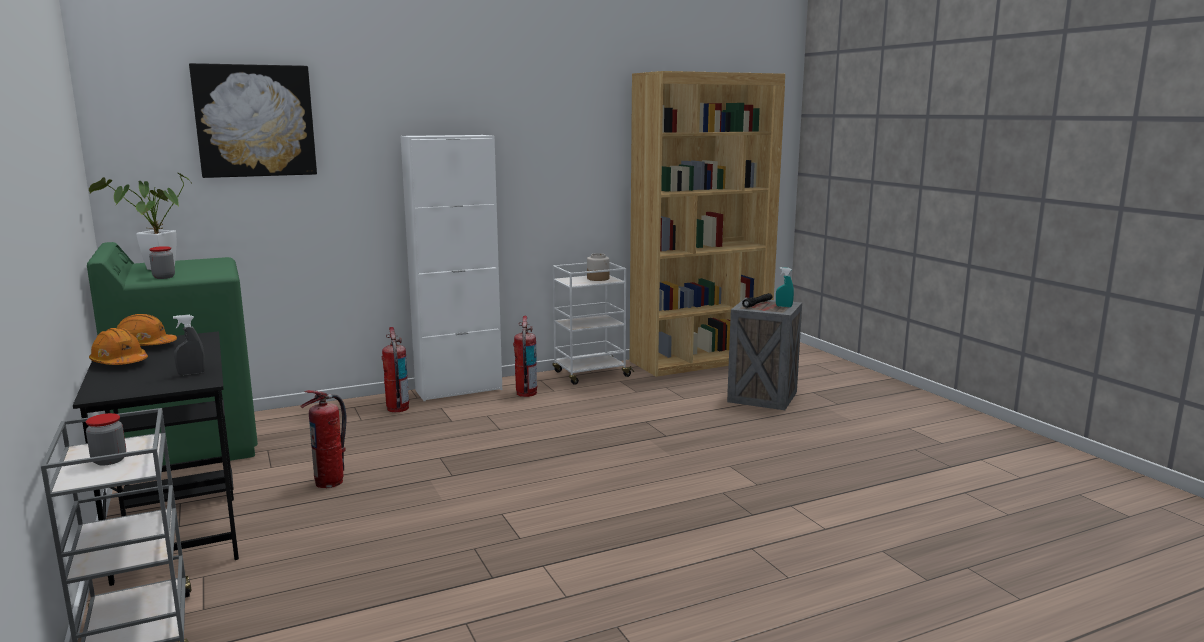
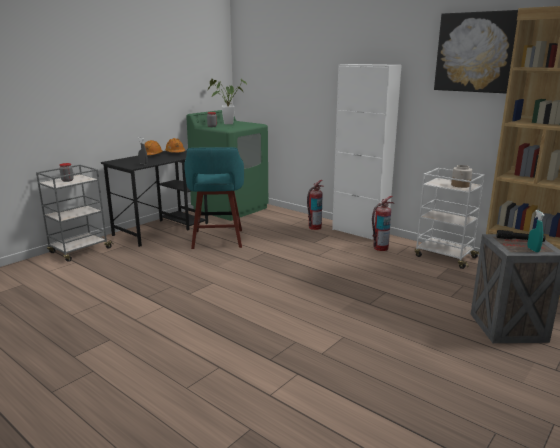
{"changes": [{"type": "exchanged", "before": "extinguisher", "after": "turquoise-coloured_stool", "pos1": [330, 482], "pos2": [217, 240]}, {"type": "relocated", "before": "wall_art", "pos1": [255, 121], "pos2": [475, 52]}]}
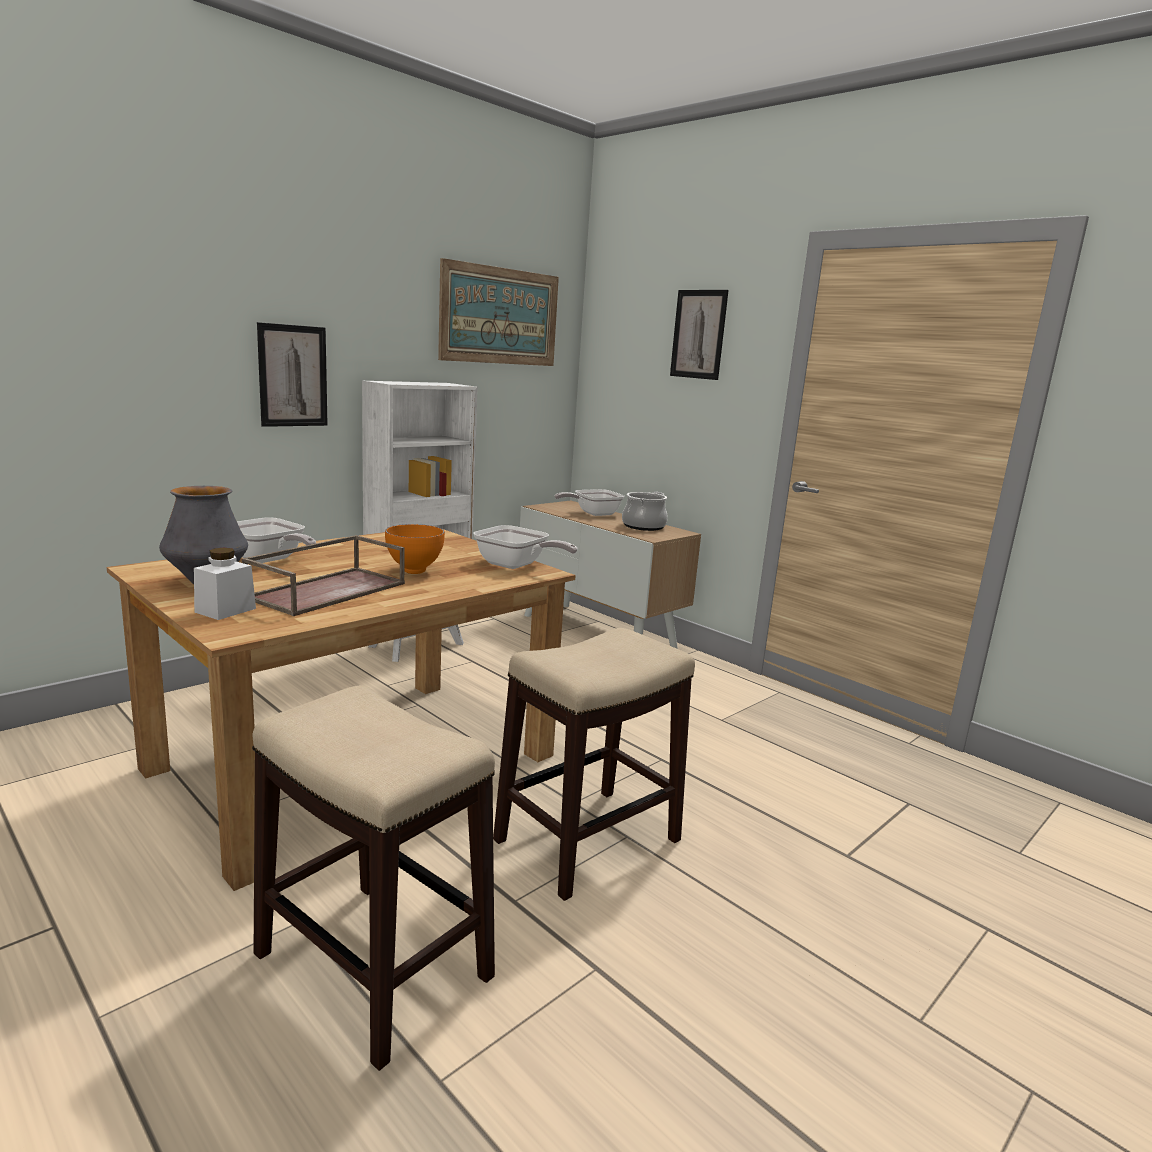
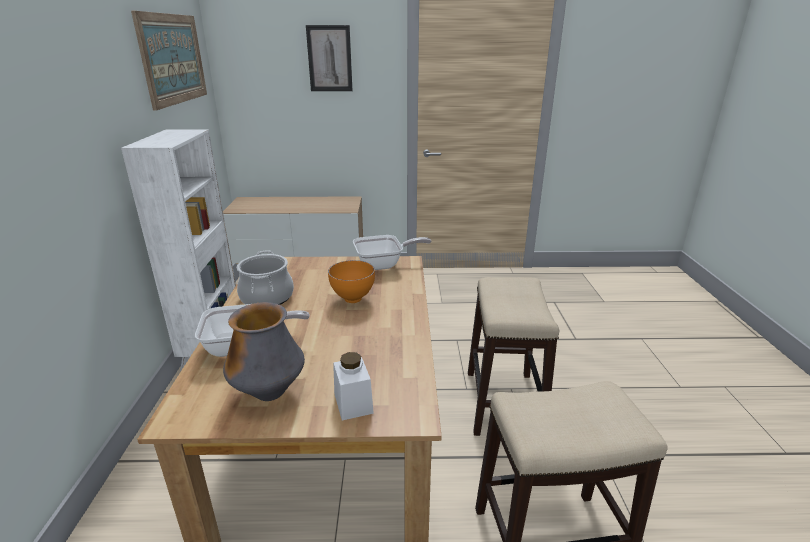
{"changes": [{"type": "relocated", "before": "stockpot", "pos1": [643, 526], "pos2": [267, 297]}, {"type": "missing", "before": "brown_tray", "pos1": [328, 590]}, {"type": "missing", "before": "wall_art", "pos1": [293, 376]}, {"type": "missing", "before": "pan", "pos1": [593, 514]}]}
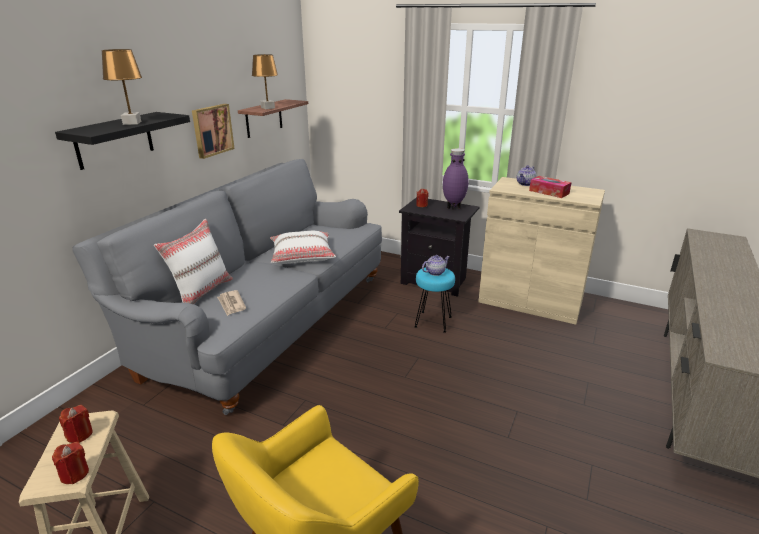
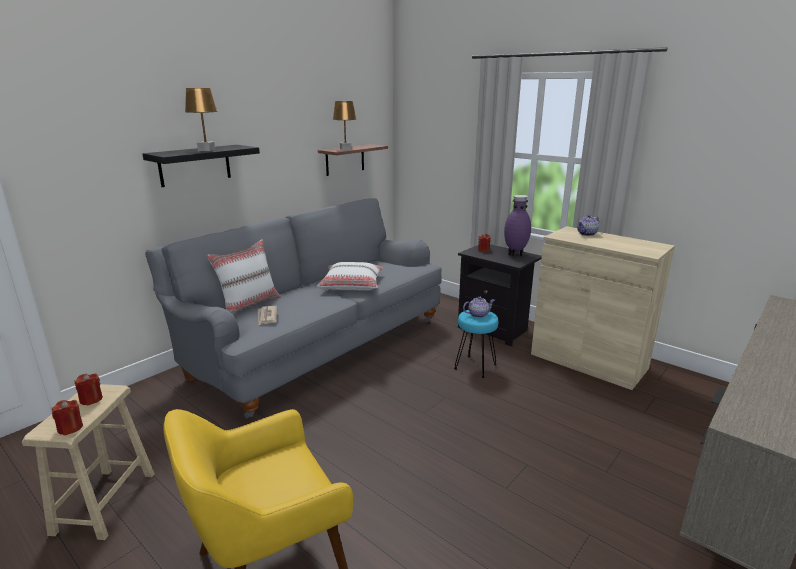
{"changes": [{"type": "missing", "before": "wall_art", "pos1": [212, 130]}, {"type": "missing", "before": "tissue_box", "pos1": [549, 192]}]}
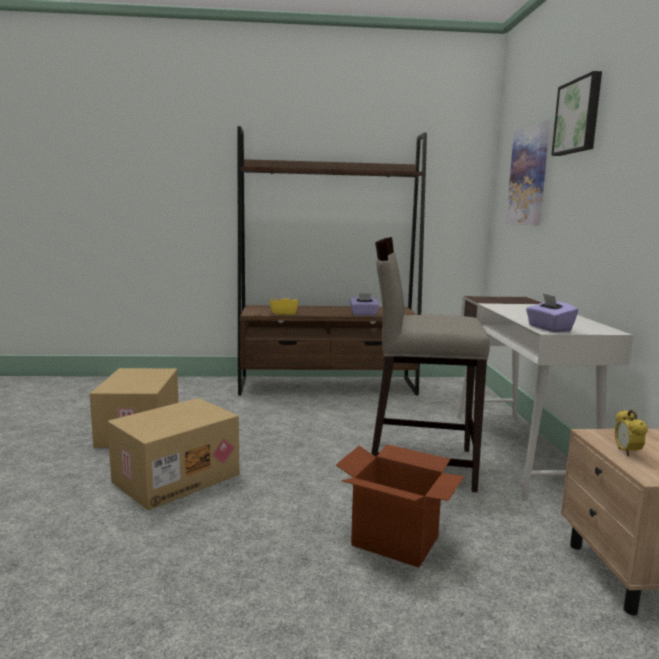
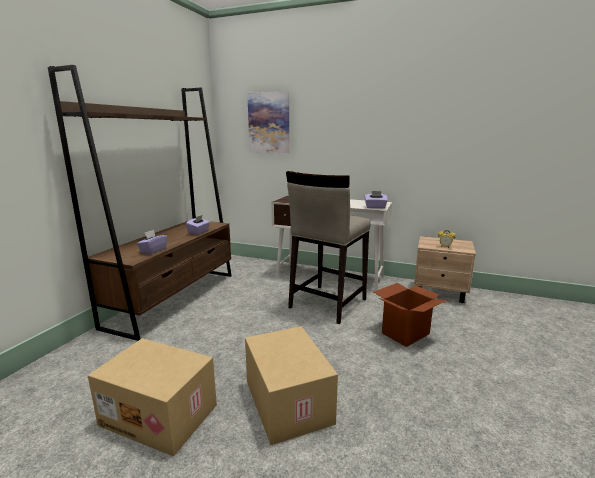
{"changes": [{"type": "colour", "before": "yellow_tissue_box", "after": "purplish_tissue_box", "pos1": [284, 313], "pos2": [153, 250]}, {"type": "missing", "before": "wall_art", "pos1": [579, 116]}]}
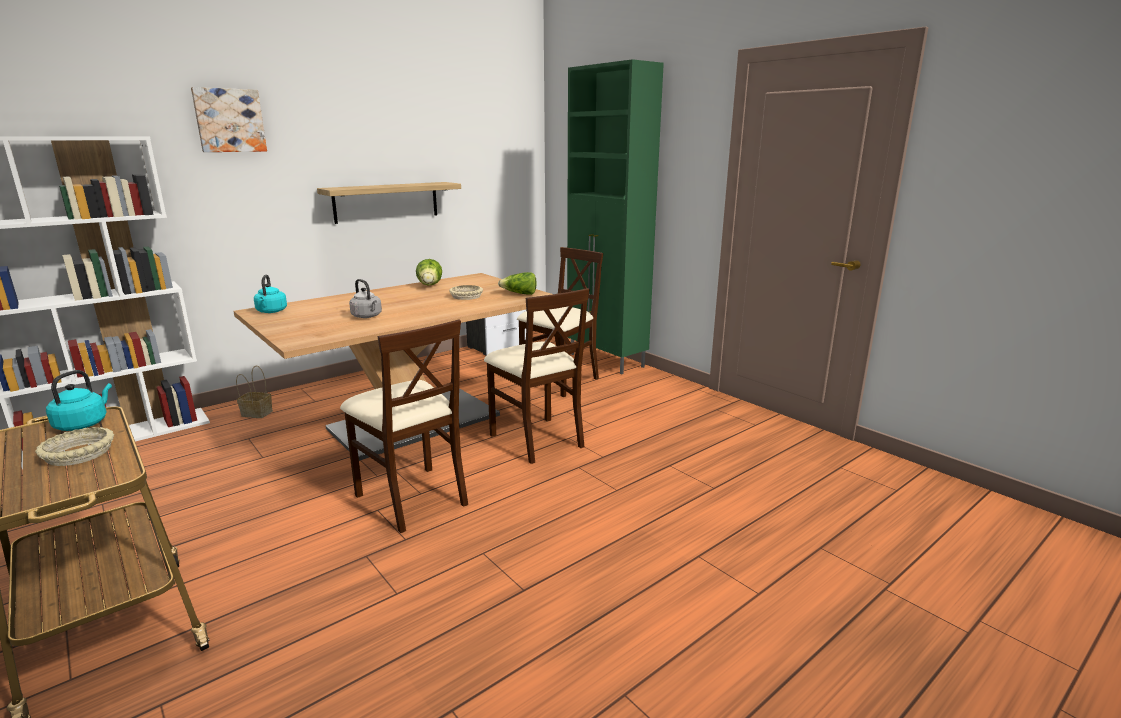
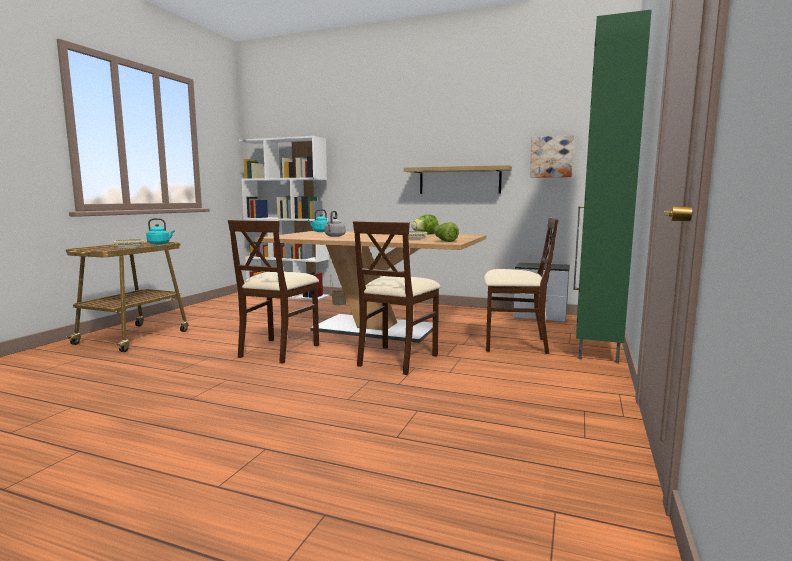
{"changes": [{"type": "relocated", "before": "wall_art", "pos1": [229, 120], "pos2": [551, 157]}]}
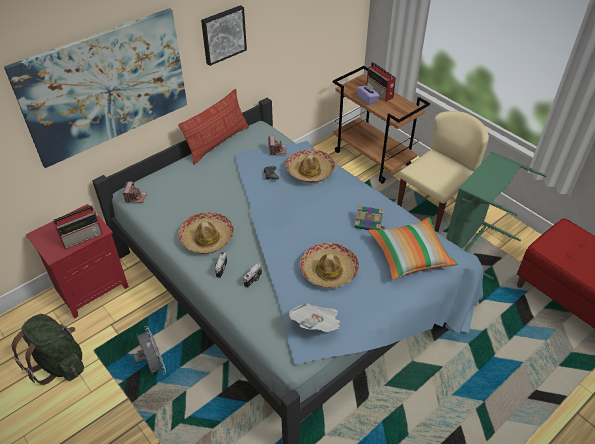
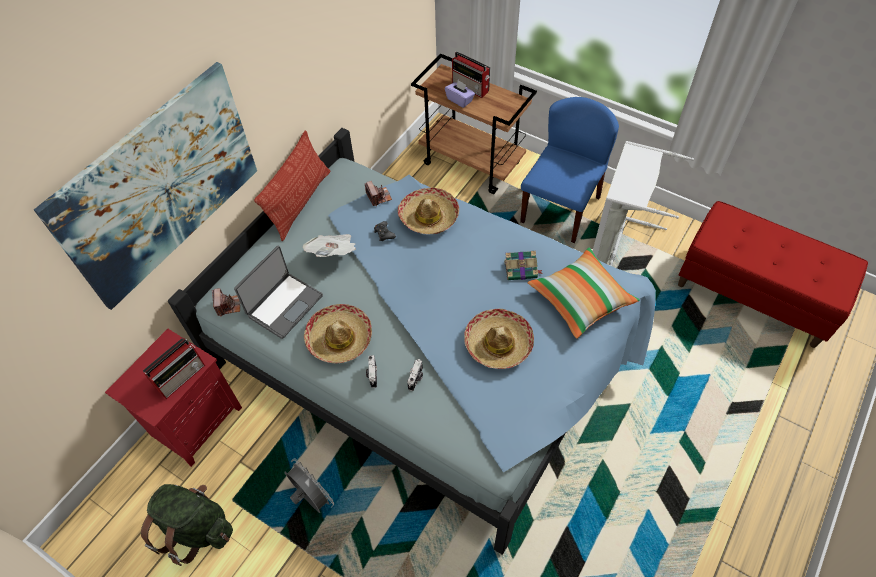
{"changes": [{"type": "appeared", "after": "notebook_computer", "pos2": [284, 305]}, {"type": "relocated", "before": "printed_paper", "pos1": [317, 325], "pos2": [333, 253]}, {"type": "colour", "before": "beige-coloured_plain_chair", "after": "blue-coloured_plain_chair", "pos1": [433, 206], "pos2": [560, 209]}, {"type": "colour", "before": "green-coloured_laundry_basket", "after": "grey_laundry_basket", "pos1": [473, 243], "pos2": [617, 245]}, {"type": "missing", "before": "wall_art", "pos1": [223, 34]}]}
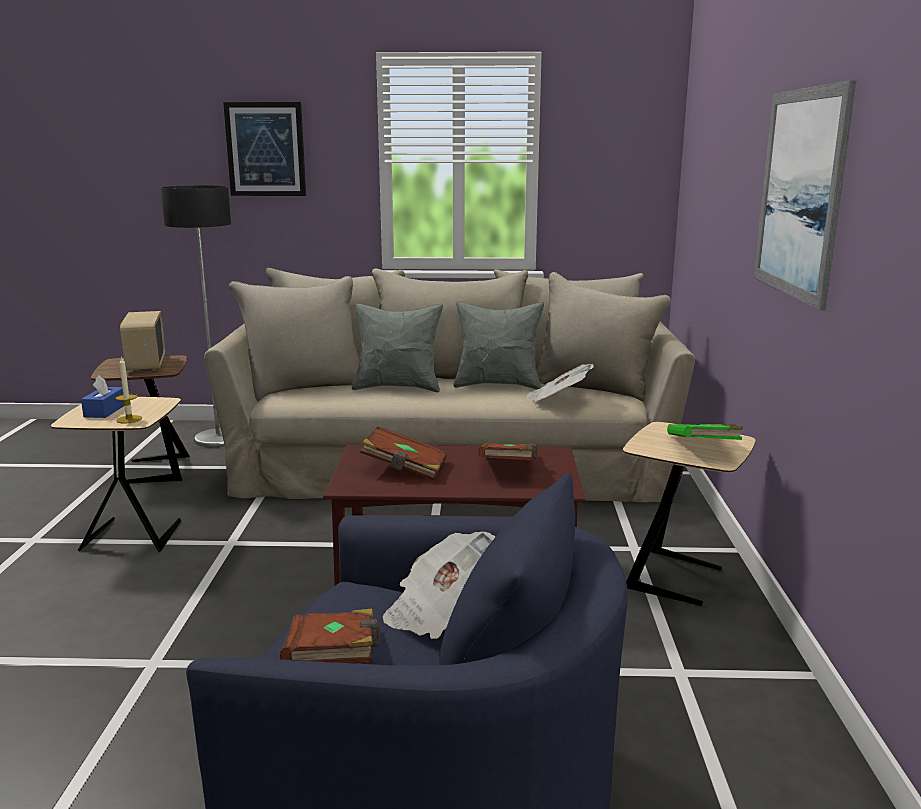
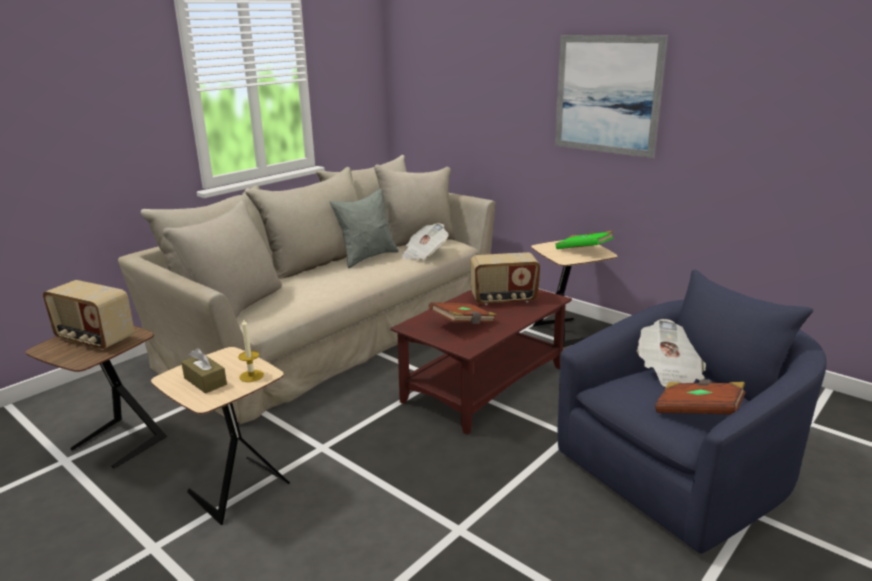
{"changes": [{"type": "colour", "before": "blue-coloured_tissue_box", "after": "brown_tissue_box", "pos1": [105, 411], "pos2": [205, 381]}, {"type": "exchanged", "before": "brown_book", "after": "radio", "pos1": [508, 467], "pos2": [504, 299]}, {"type": "missing", "before": "floor_lamp", "pos1": [218, 439]}, {"type": "missing", "before": "wall_art", "pos1": [266, 149]}, {"type": "missing", "before": "grey_cushion", "pos1": [398, 387]}]}
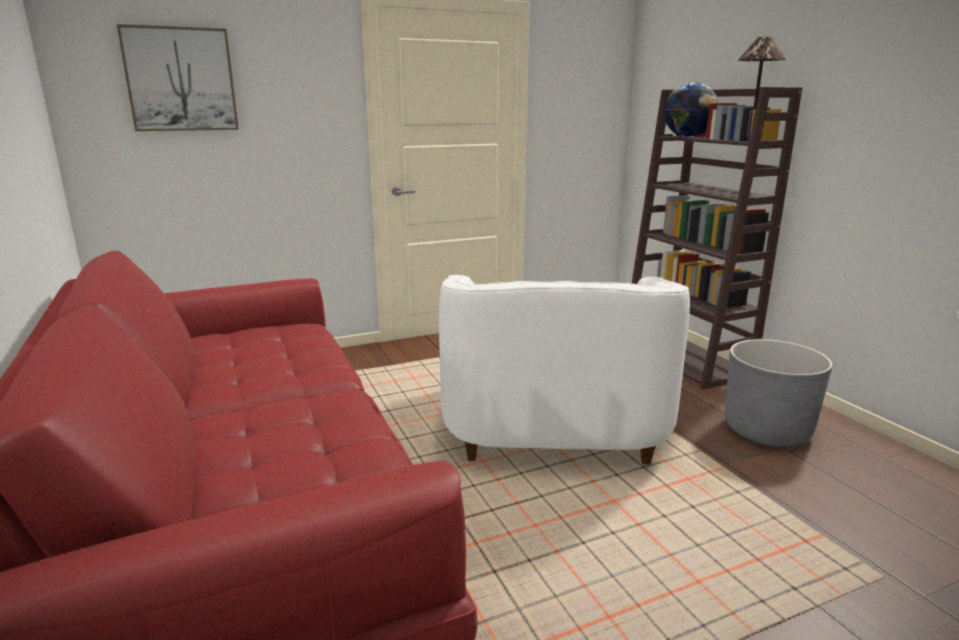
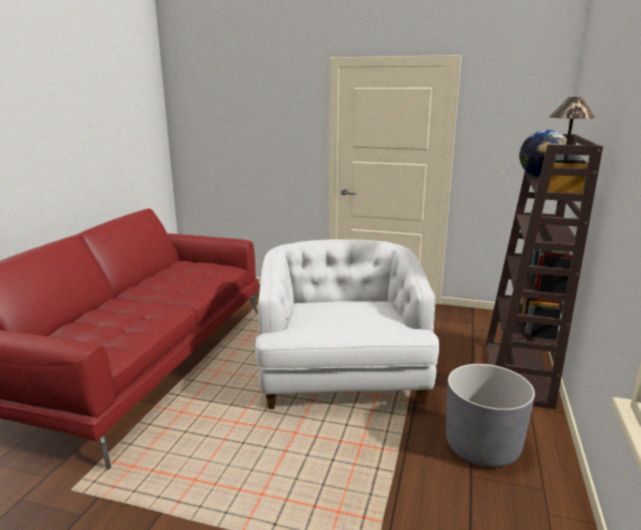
{"changes": [{"type": "spun", "before": "white_lounge_chair", "pos1": [553, 423], "pos2": [341, 376], "turn": 135}, {"type": "missing", "before": "wall_art", "pos1": [181, 80]}]}
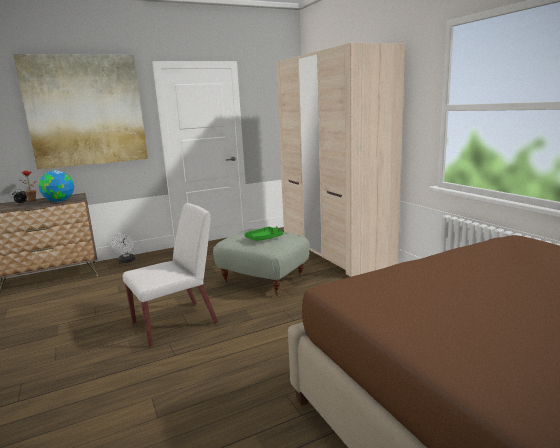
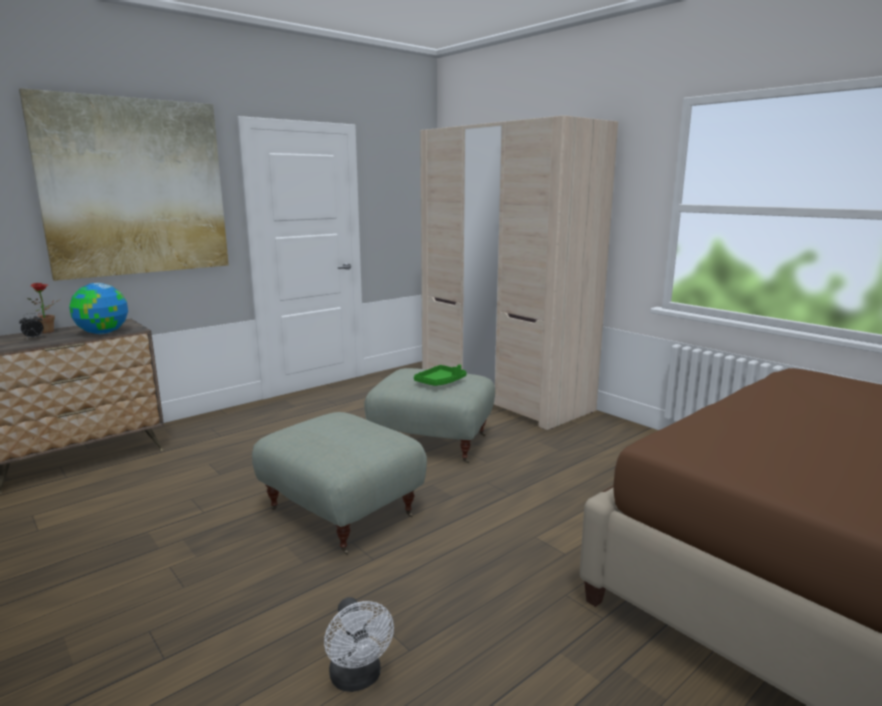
{"changes": [{"type": "exchanged", "before": "white_plain_chair", "after": "grey_ottoman", "pos1": [176, 323], "pos2": [343, 512]}, {"type": "relocated", "before": "white_fan", "pos1": [126, 261], "pos2": [358, 679]}]}
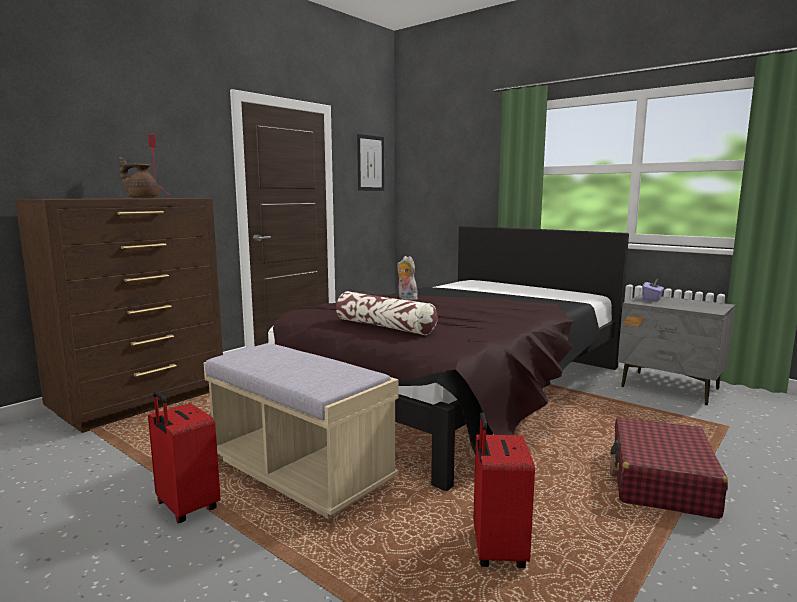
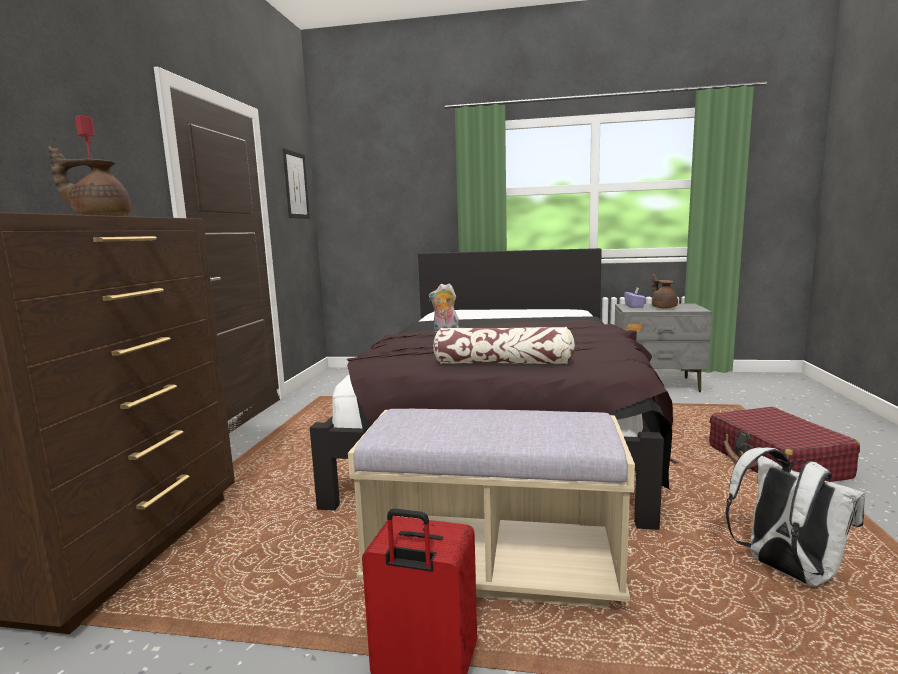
{"changes": [{"type": "appeared", "after": "brown_teapot", "pos2": [663, 307]}, {"type": "exchanged", "before": "red_travel_case", "after": "white_rucksack", "pos1": [496, 550], "pos2": [785, 570]}]}
